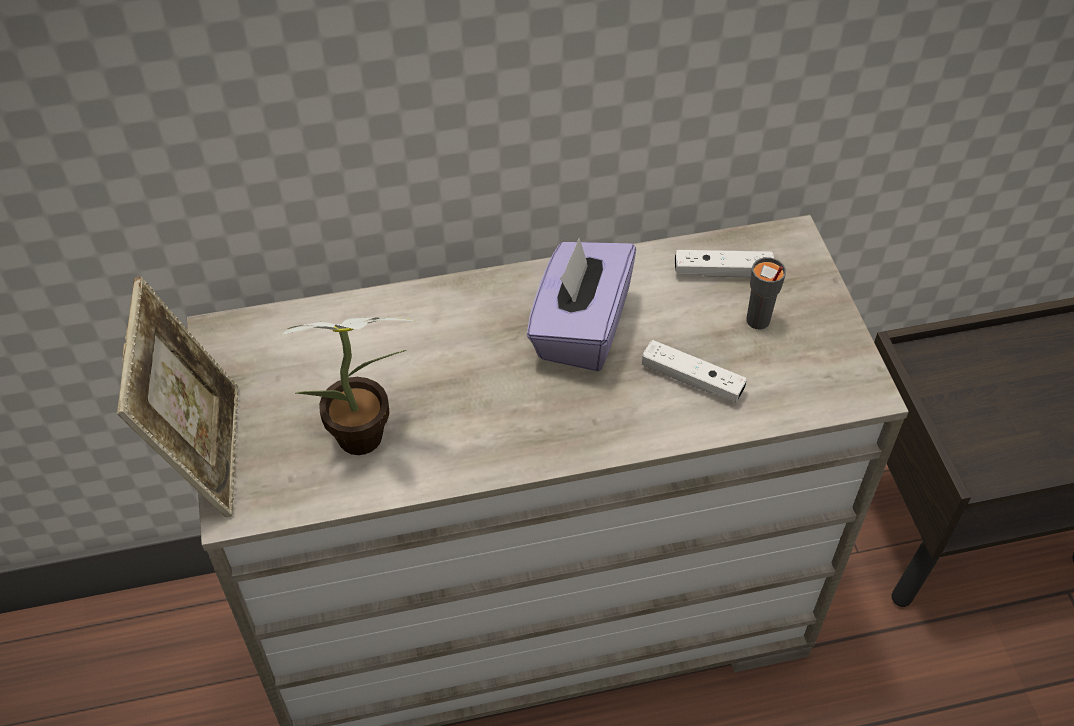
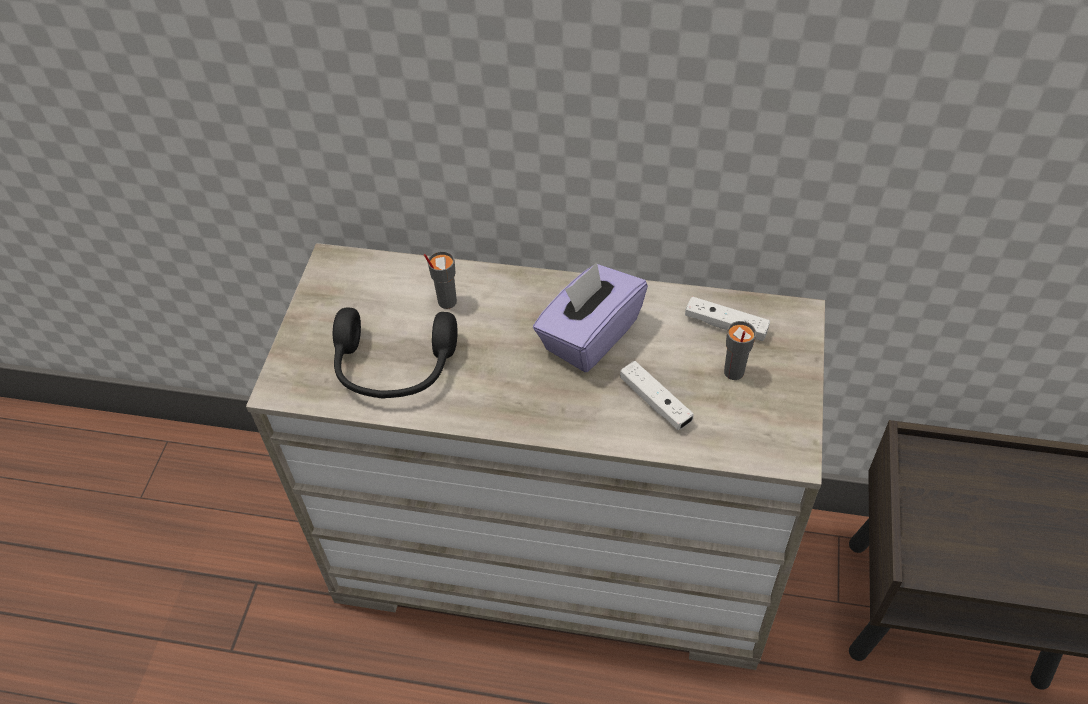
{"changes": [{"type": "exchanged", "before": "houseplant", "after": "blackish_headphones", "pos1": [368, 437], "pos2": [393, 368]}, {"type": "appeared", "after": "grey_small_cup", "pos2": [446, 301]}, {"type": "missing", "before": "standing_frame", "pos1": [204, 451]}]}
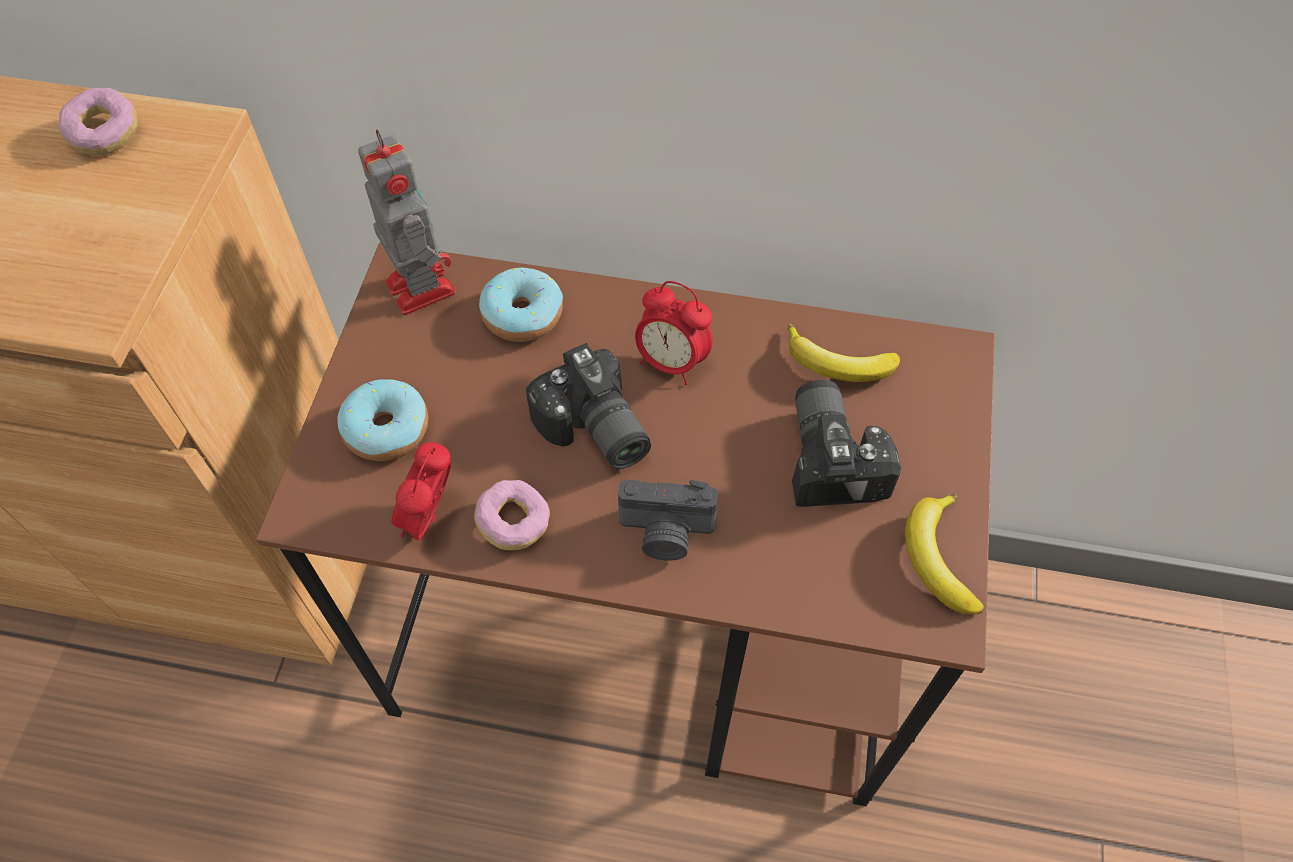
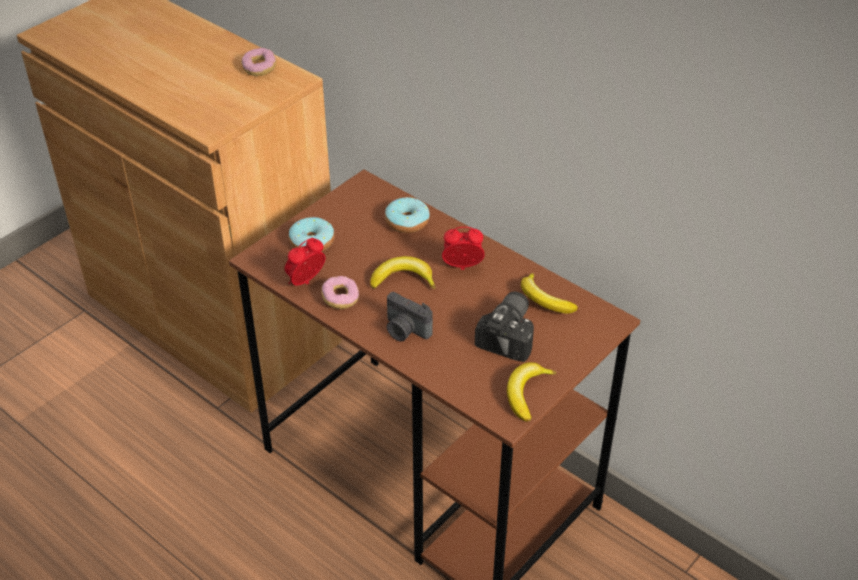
{"changes": [{"type": "exchanged", "before": "photo_camera", "after": "banana_fruit", "pos1": [592, 431], "pos2": [403, 279]}, {"type": "spun", "before": "bedside_clock", "pos1": [671, 362], "pos2": [462, 267], "turn": 120}, {"type": "missing", "before": "robot_figure", "pos1": [419, 285]}]}
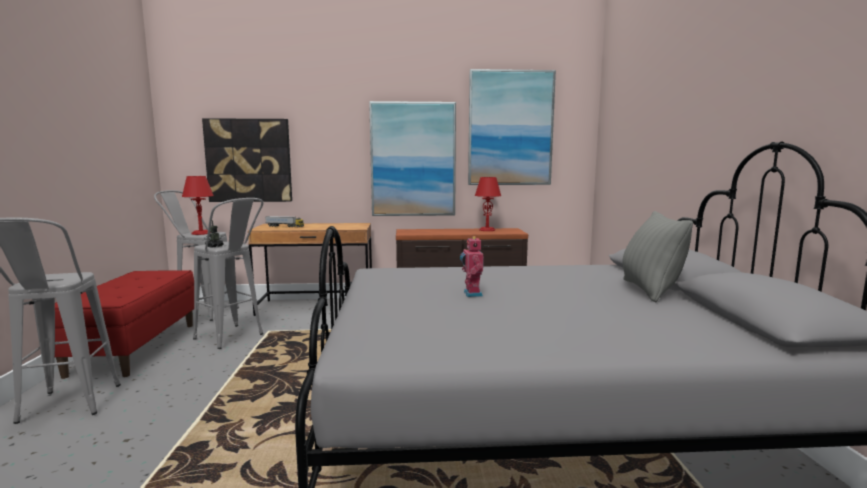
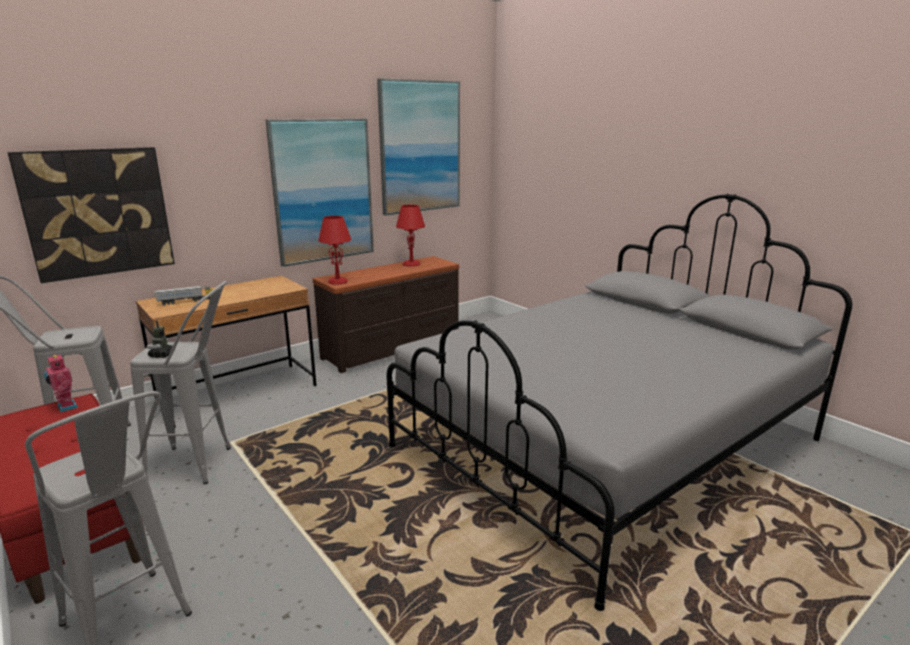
{"changes": [{"type": "relocated", "before": "robot_figure", "pos1": [471, 294], "pos2": [65, 407]}, {"type": "relocated", "before": "red_lamp_for_a_table", "pos1": [201, 233], "pos2": [337, 281]}, {"type": "missing", "before": "grey_cushion", "pos1": [650, 290]}]}
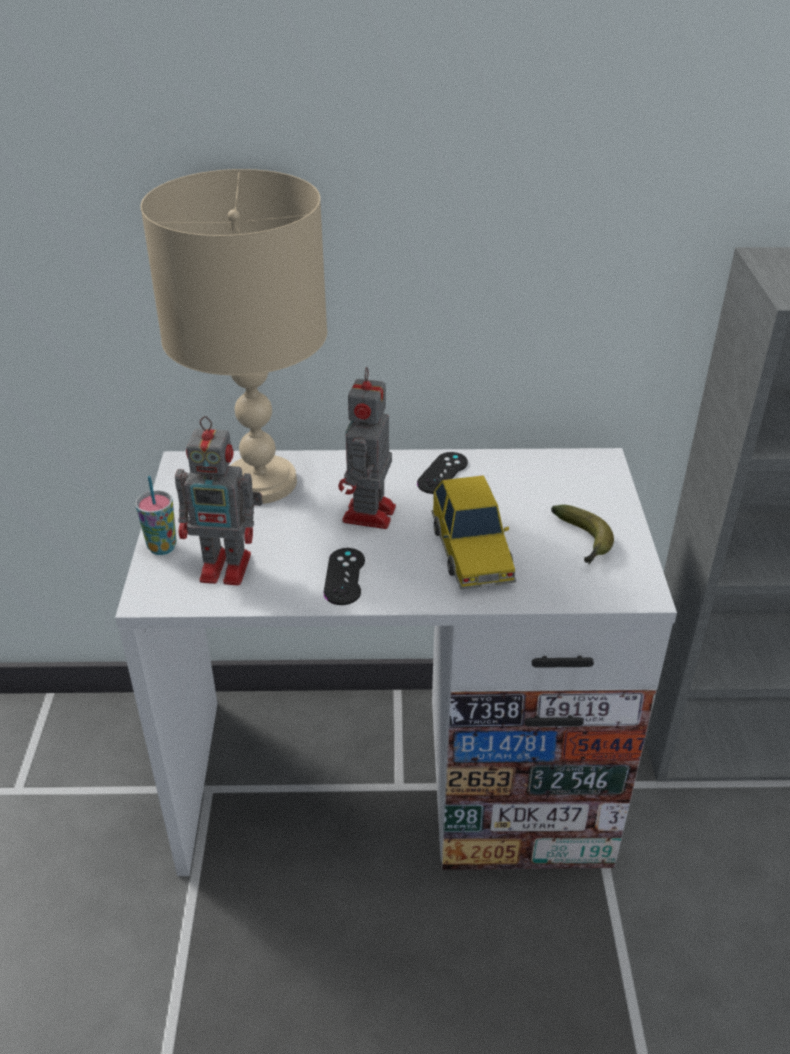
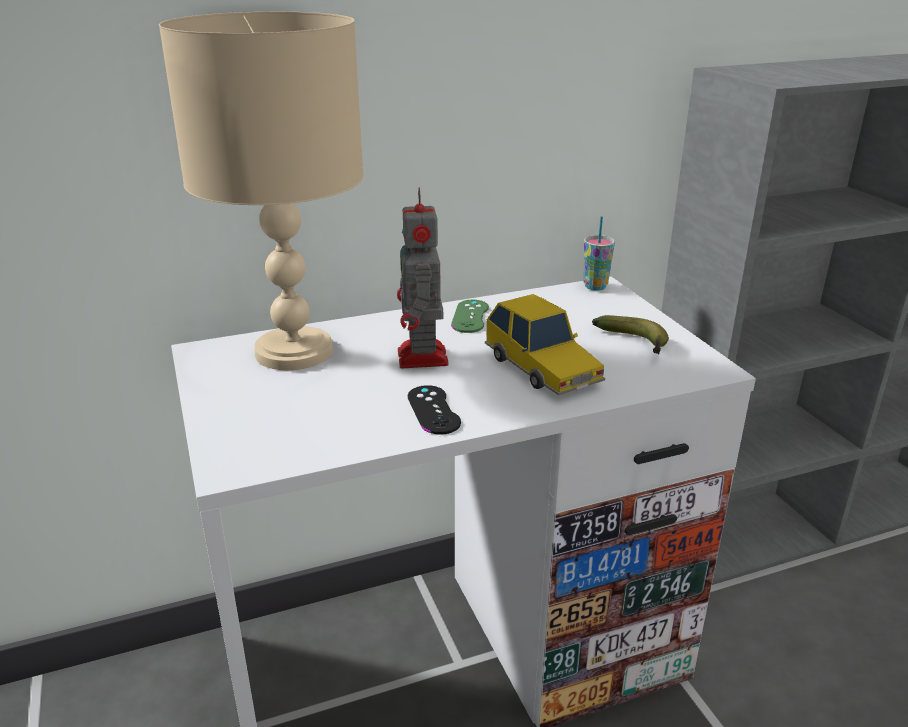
{"changes": [{"type": "colour", "before": "blackish_gamepad", "after": "green-coloured_gamepad", "pos1": [442, 473], "pos2": [470, 316]}, {"type": "relocated", "before": "small_cup", "pos1": [162, 547], "pos2": [595, 286]}, {"type": "missing", "before": "robot_figure", "pos1": [228, 567]}]}
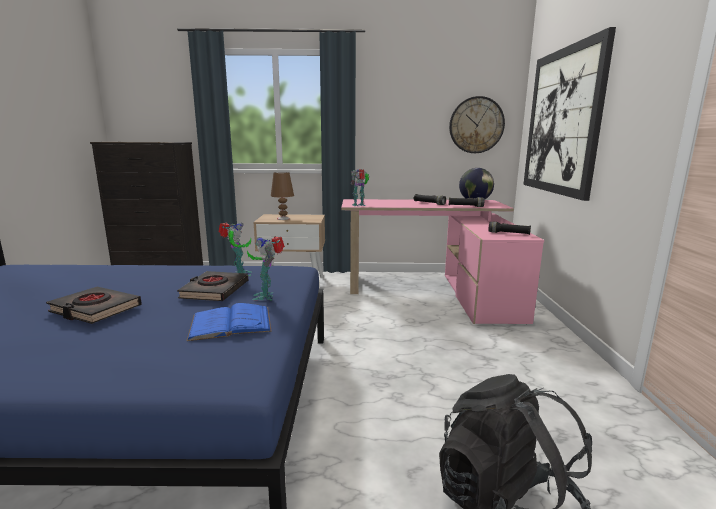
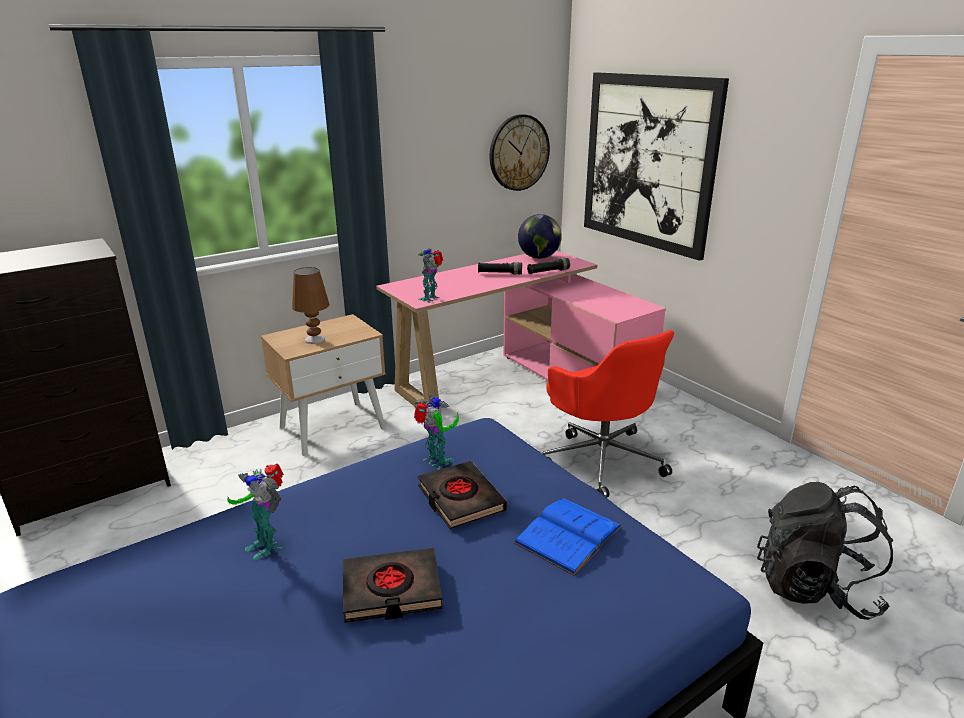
{"changes": [{"type": "relocated", "before": "robot_figure", "pos1": [266, 296], "pos2": [266, 544]}, {"type": "appeared", "after": "red_office_chair", "pos2": [602, 459]}, {"type": "missing", "before": "blackish_torch", "pos1": [508, 233]}]}
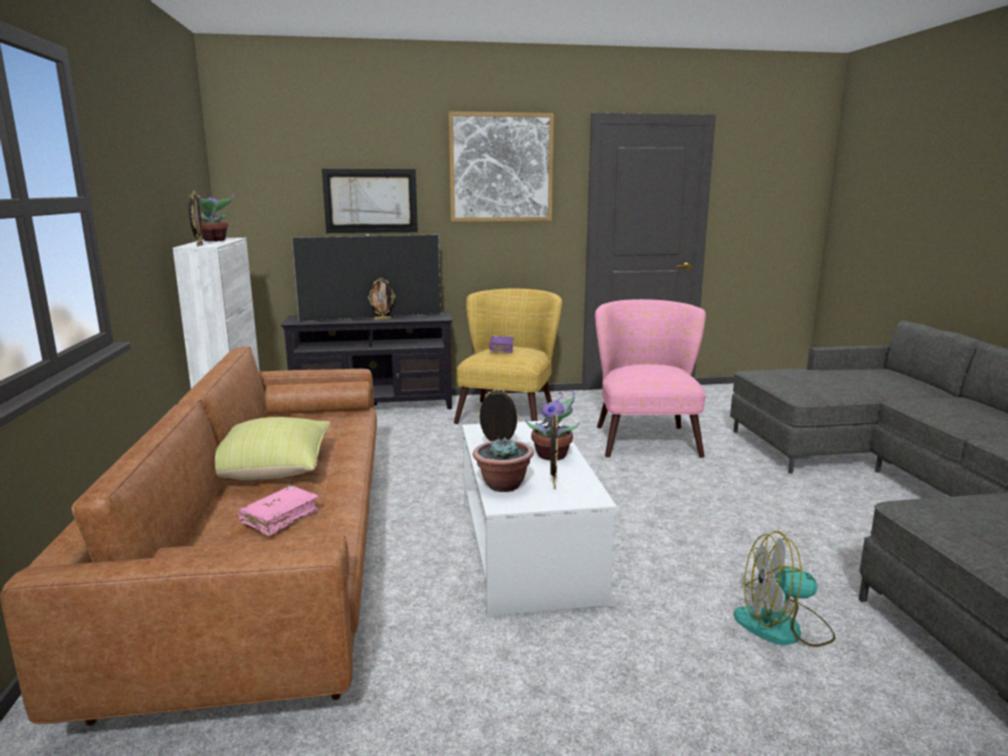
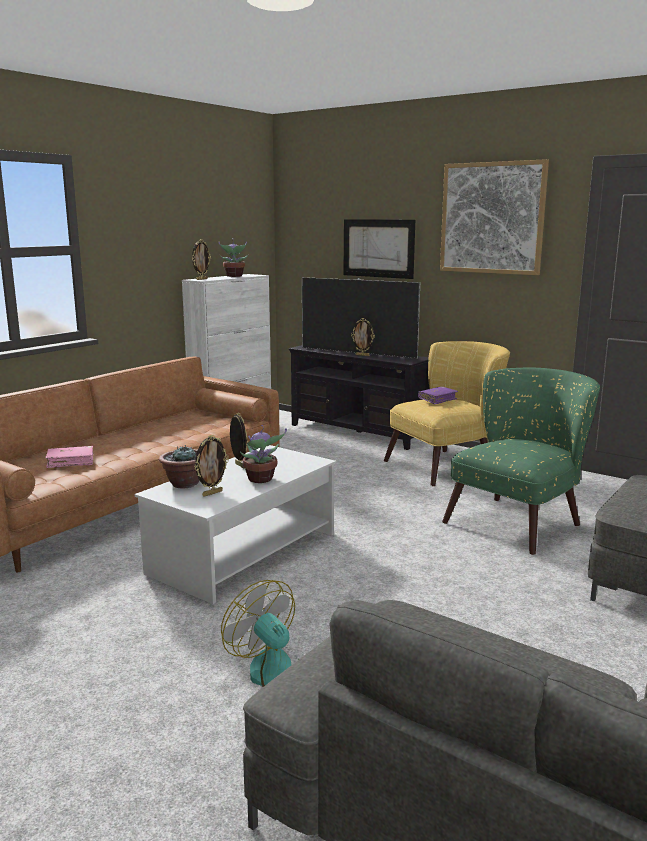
{"changes": [{"type": "colour", "before": "pink-coloured_lounge_chair", "after": "green-coloured_lounge_chair", "pos1": [644, 437], "pos2": [520, 521]}, {"type": "missing", "before": "yellow_cushion", "pos1": [269, 470]}]}
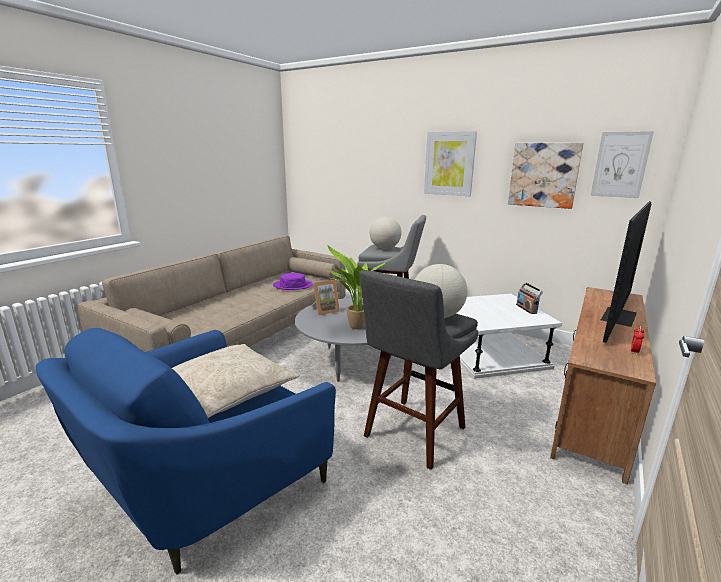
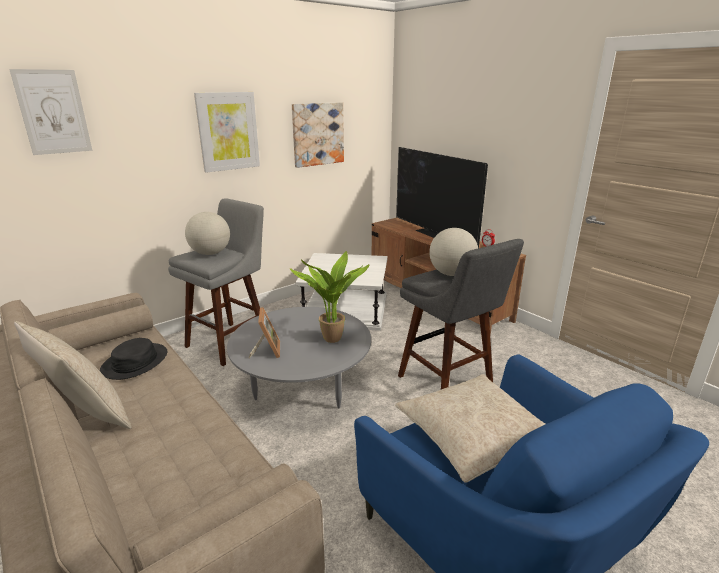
{"changes": [{"type": "relocated", "before": "wall_art", "pos1": [620, 165], "pos2": [53, 112]}, {"type": "appeared", "after": "beige-coloured_cushion", "pos2": [86, 417]}, {"type": "colour", "before": "purplish_clothing_hat", "after": "blackish_clothing_hat", "pos1": [293, 285], "pos2": [135, 362]}, {"type": "missing", "before": "radio", "pos1": [526, 309]}]}
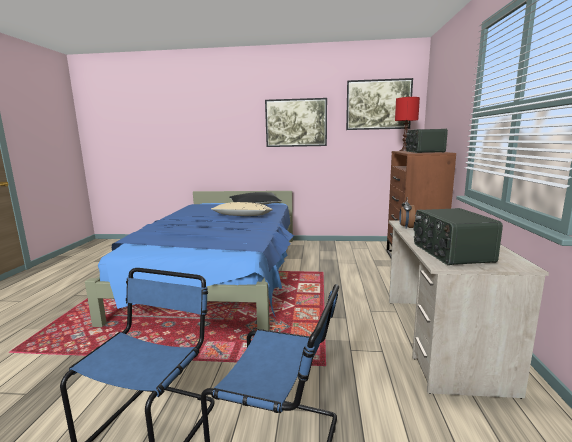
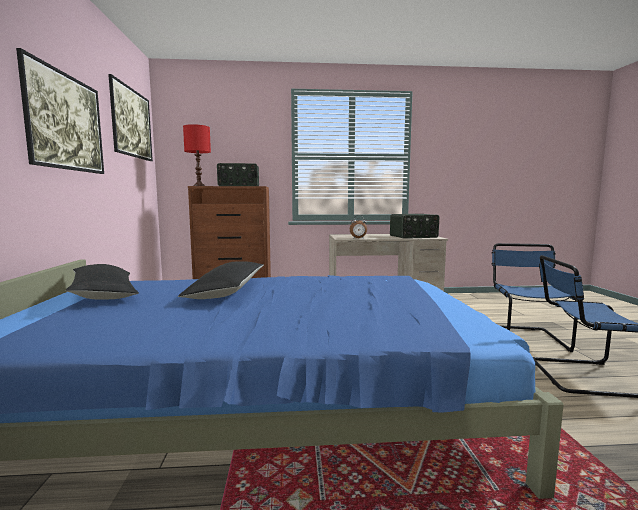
{"changes": [{"type": "colour", "before": "beige-coloured_cushion", "after": "blackish_cushion", "pos1": [242, 216], "pos2": [227, 291]}]}
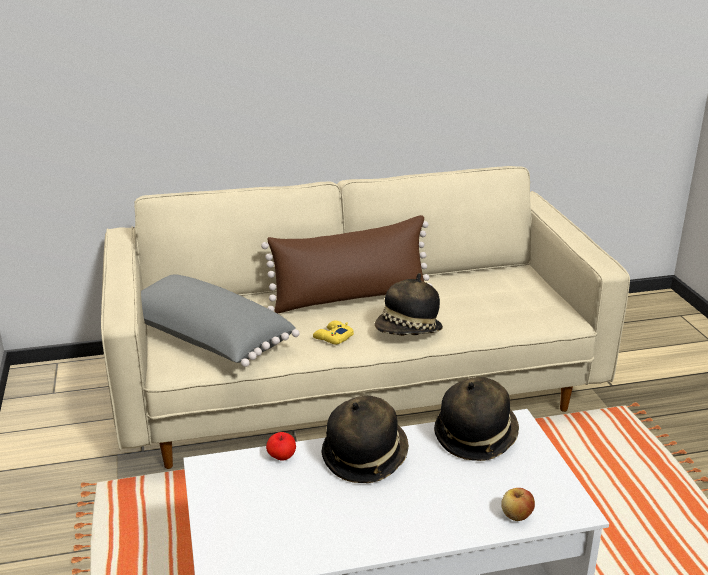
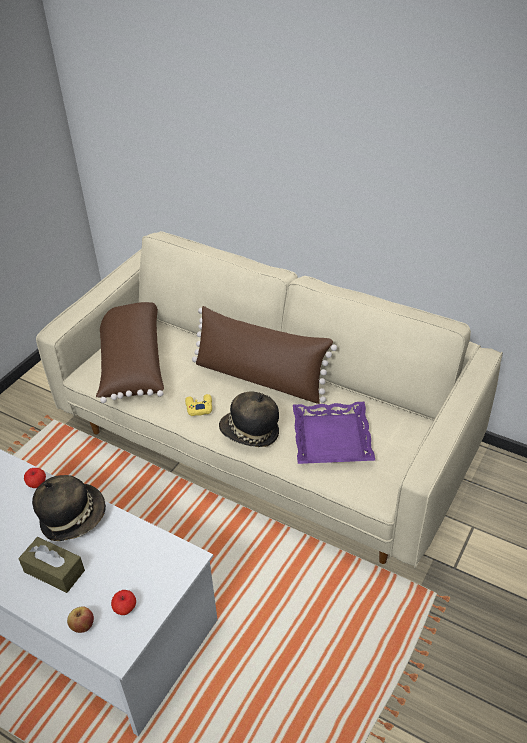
{"changes": [{"type": "appeared", "after": "brown_tissue_box", "pos2": [54, 571]}, {"type": "colour", "before": "grey_cushion", "after": "brown_cushion", "pos1": [203, 340], "pos2": [130, 362]}, {"type": "appeared", "after": "apple_fruit", "pos2": [125, 609]}, {"type": "appeared", "after": "purplish_tray", "pos2": [331, 438]}, {"type": "missing", "before": "clothing_hat", "pos1": [475, 436]}]}
